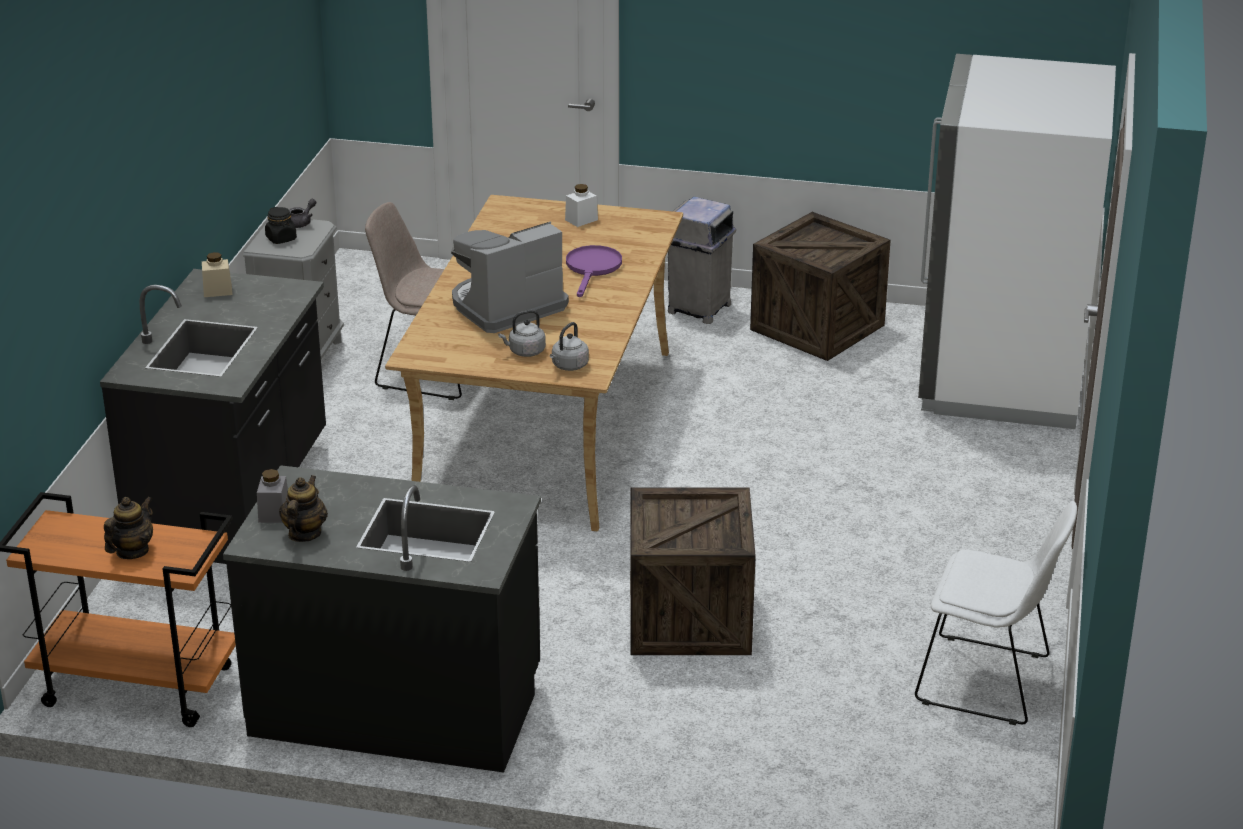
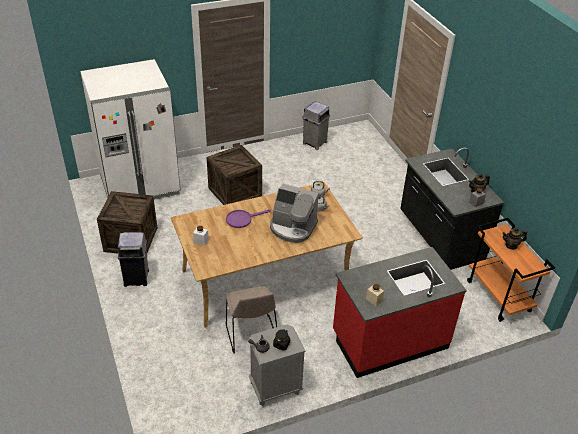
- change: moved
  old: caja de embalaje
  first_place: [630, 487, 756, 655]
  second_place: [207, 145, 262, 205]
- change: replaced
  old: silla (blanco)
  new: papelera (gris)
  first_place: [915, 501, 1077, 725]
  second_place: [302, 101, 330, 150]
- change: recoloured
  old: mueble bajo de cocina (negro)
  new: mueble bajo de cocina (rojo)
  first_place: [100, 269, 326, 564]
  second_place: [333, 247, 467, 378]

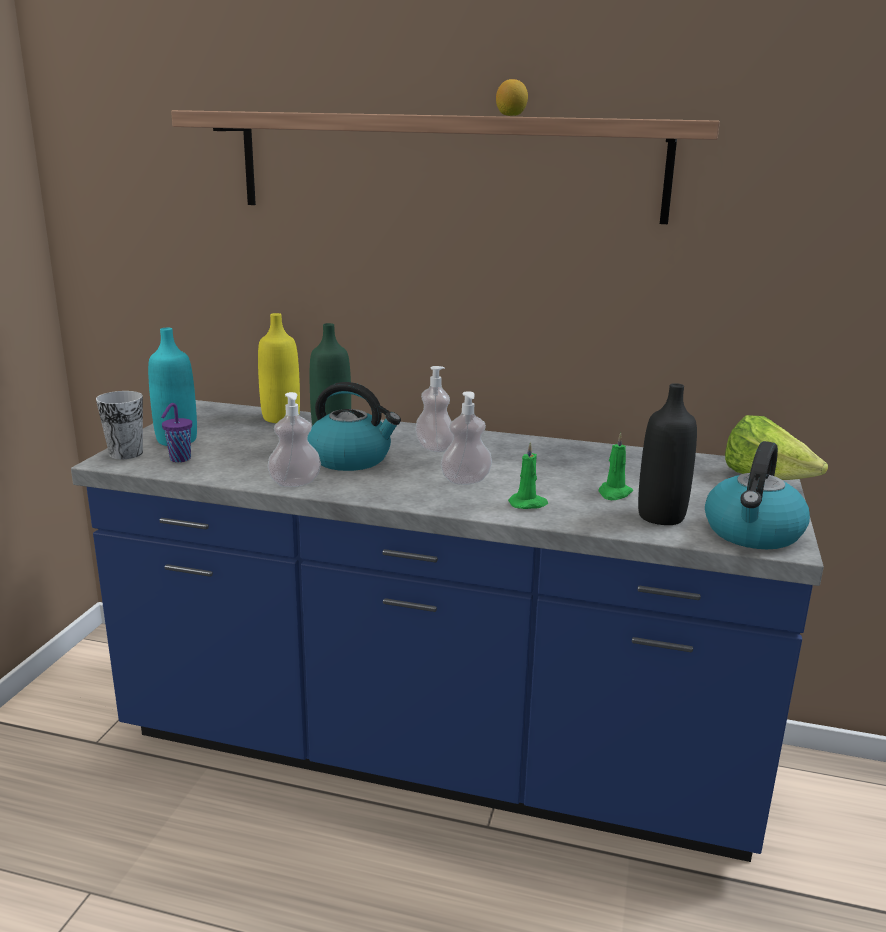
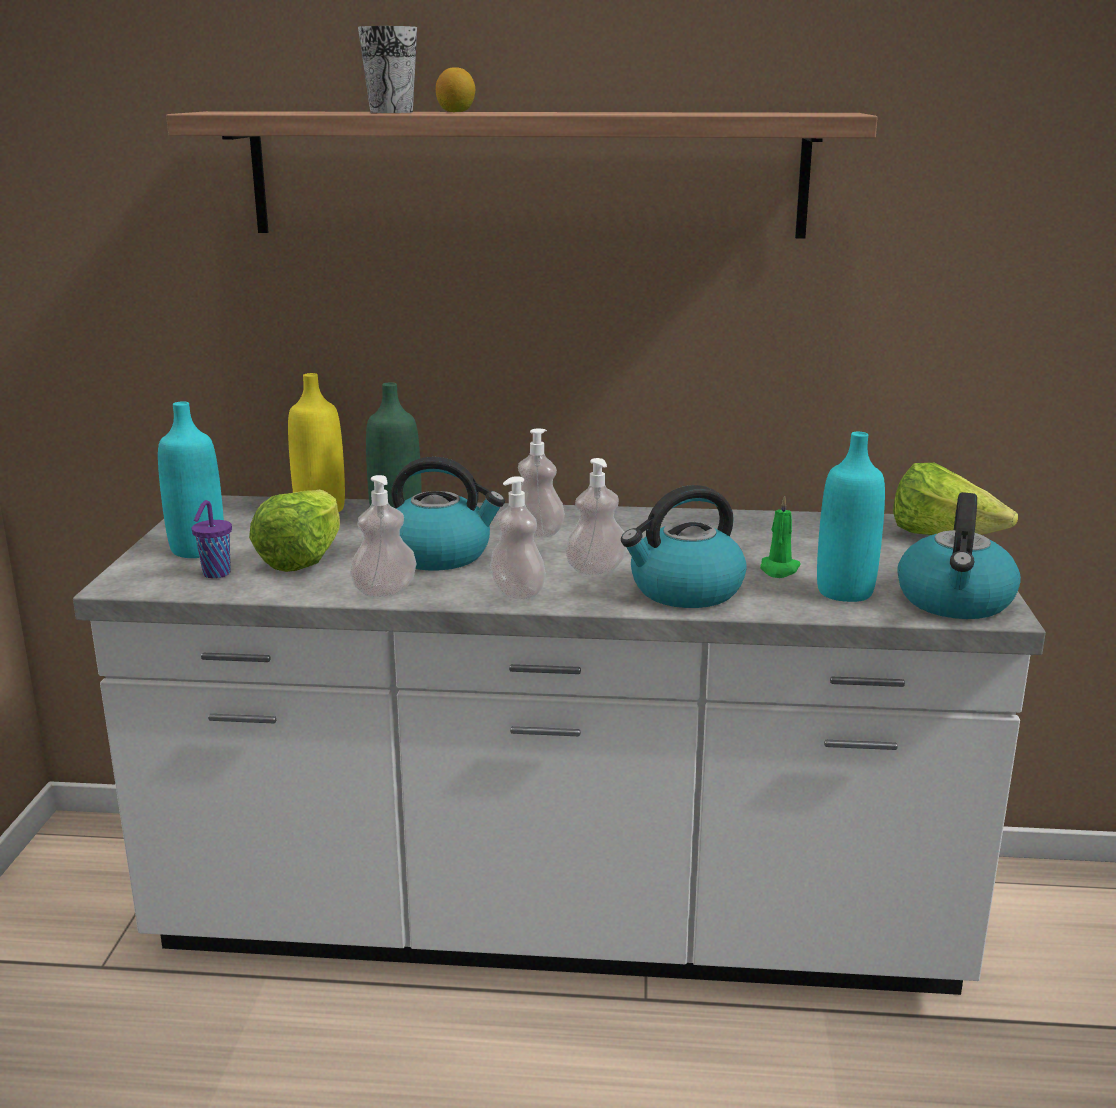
- change: recoloured
  old: mueble bajo de cocina (azul)
  new: mueble bajo de cocina (blanco)
  first_place: [71, 400, 824, 862]
  second_place: [73, 495, 1046, 995]
- change: added
  new: lechuga
  second_place: [249, 489, 340, 572]
- change: moved
  old: taza
  first_place: [96, 391, 143, 459]
  second_place: [358, 26, 417, 113]
- change: moved
  old: limón
  first_place: [496, 79, 528, 116]
  second_place: [436, 67, 475, 112]
- change: added
  new: dispensador de jabón
  second_place: [490, 476, 546, 599]
- change: replaced
  old: vela (verde)
  new: hervidor
  first_place: [508, 442, 548, 509]
  second_place: [621, 485, 747, 608]
- change: recoloured
  old: botella (negro)
  new: botella (turquesa)
  first_place: [638, 383, 697, 525]
  second_place: [817, 432, 885, 602]

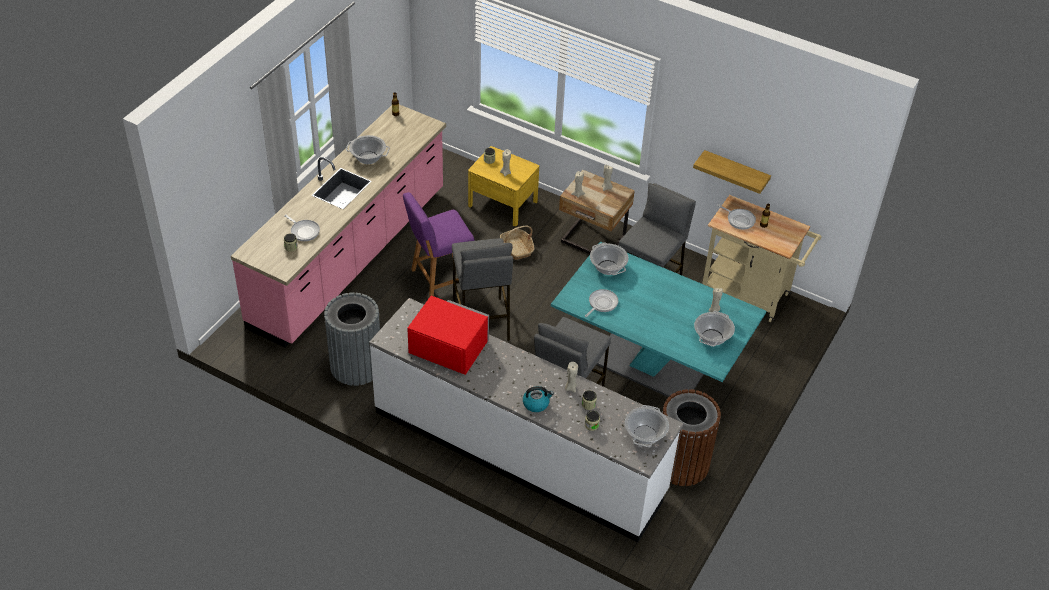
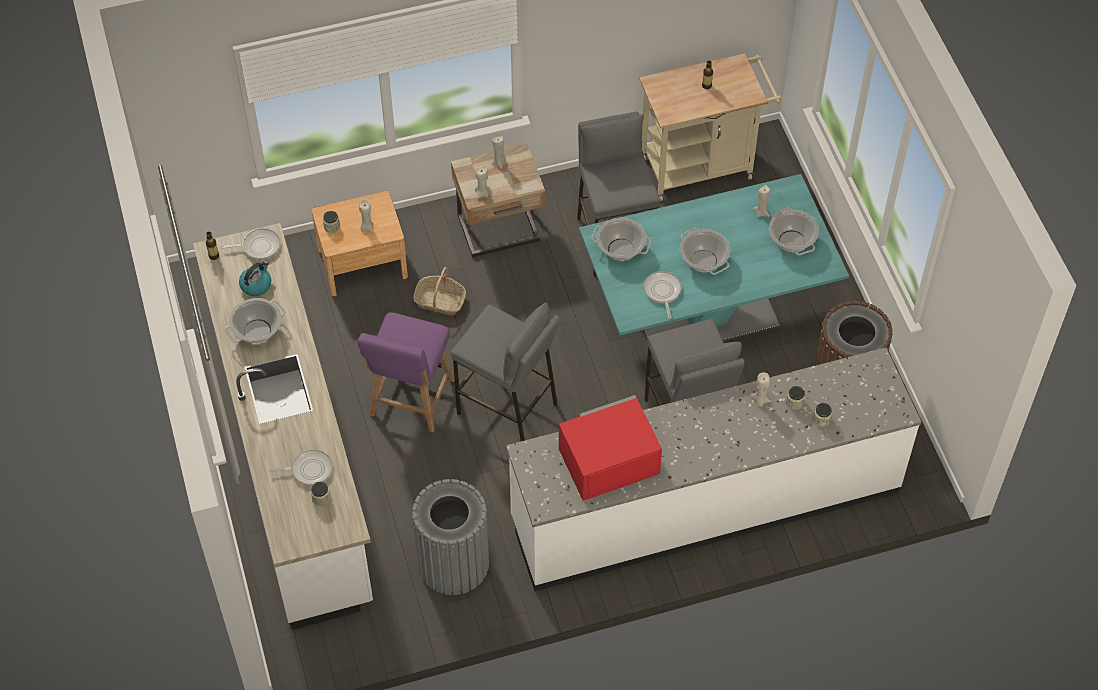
- change: recoloured
  old: mueble bajo de cocina (rosa)
  new: mueble bajo de cocina (blanco)
  first_place: [231, 105, 446, 348]
  second_place: [193, 223, 373, 630]
- change: moved
  old: sartén
  first_place: [717, 204, 756, 230]
  second_place: [221, 228, 280, 260]
- change: moved
  old: hervidor
  first_place: [523, 386, 554, 412]
  second_place: [239, 261, 271, 296]
- change: recoloured
  old: mesita de noche (amarillo)
  new: mesita de noche (marrón)
  first_place: [468, 146, 539, 226]
  second_place: [312, 191, 408, 296]
- change: moved
  old: olla
  first_place: [625, 405, 669, 447]
  second_place: [680, 228, 731, 275]
- change: removed
  old: estante
  first_place: [693, 150, 771, 194]

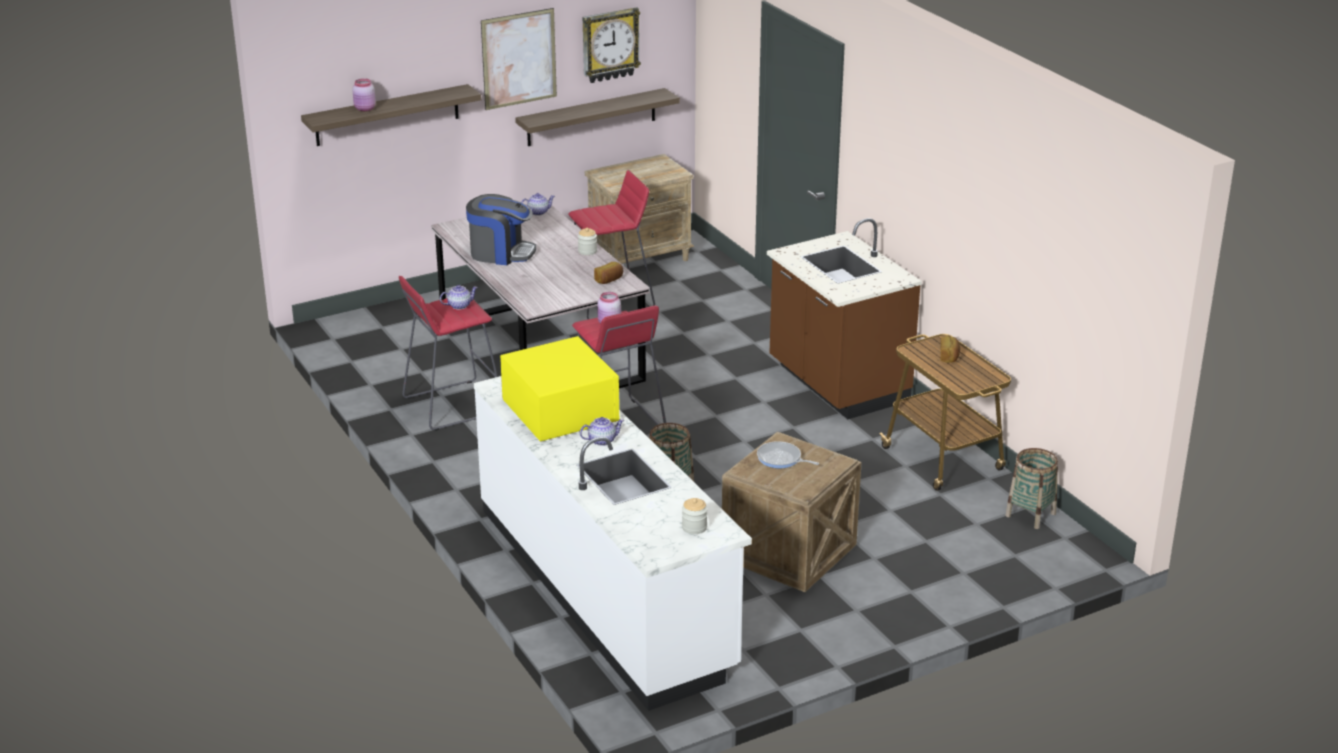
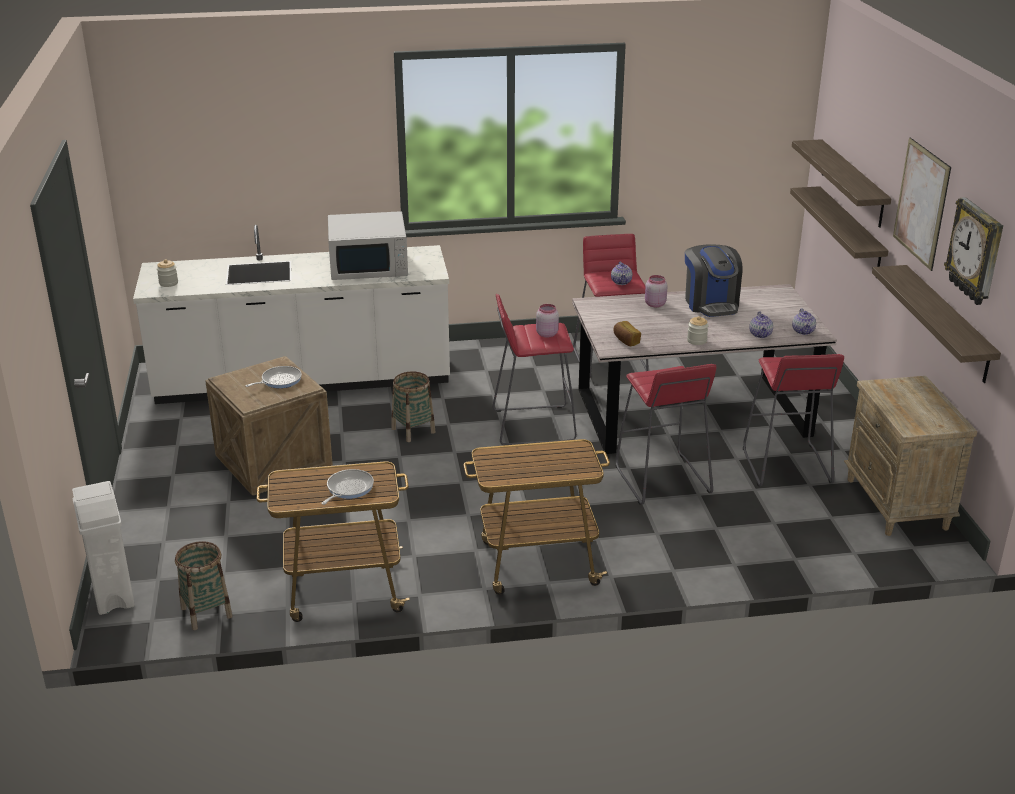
- change: added
  new: papelera (blanco)
  second_place: [72, 481, 135, 615]
- change: replaced
  old: pan
  new: sartén
  first_place: [941, 336, 960, 363]
  second_place: [321, 469, 374, 505]
- change: recoloured
  old: microondas (amarillo)
  new: microondas (blanco)
  first_place: [500, 336, 619, 442]
  second_place: [328, 211, 408, 280]
- change: replaced
  old: mueble bajo de cocina (marrón)
  new: carrito
  first_place: [767, 218, 922, 419]
  second_place: [463, 439, 610, 595]
- change: added
  new: taburete (rojo)
  second_place: [615, 364, 716, 505]
- change: moved
  old: tarro (rosa)
  first_place: [352, 78, 376, 111]
  second_place: [645, 275, 668, 308]
- change: turned
  old: cafetera
  first_place: [466, 194, 536, 265]
  second_place: [685, 244, 743, 317]
  degrees: -45
- change: moved
  old: tetera
  first_place: [580, 417, 624, 446]
  second_place: [749, 312, 773, 338]
- change: added
  new: estante
  second_place: [790, 186, 889, 267]

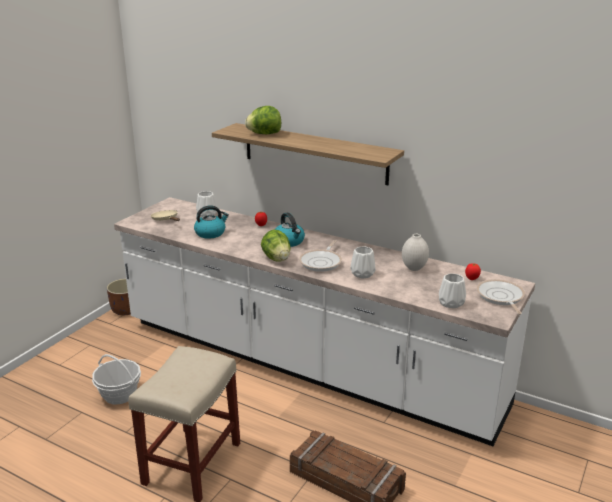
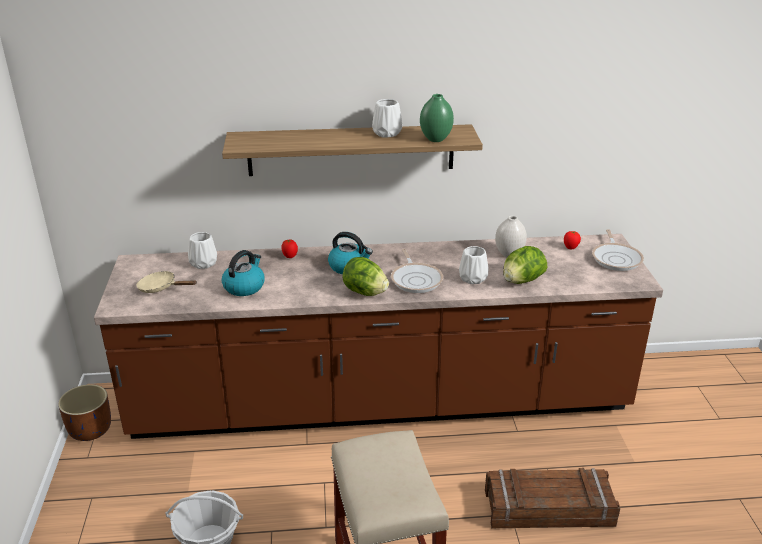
- change: recoloured
  old: mueble bajo de cocina (blanco)
  new: mueble bajo de cocina (marrón)
  first_place: [114, 197, 535, 446]
  second_place: [94, 234, 663, 439]
- change: moved
  old: florero (blanco)
  first_place: [439, 273, 466, 308]
  second_place: [372, 99, 402, 138]
- change: added
  new: florero (verde)
  second_place: [420, 94, 454, 142]
- change: moved
  old: lechuga
  first_place: [245, 106, 281, 134]
  second_place: [503, 246, 547, 284]
- change: turned
  old: sartén
  first_place: [477, 279, 525, 314]
  second_place: [592, 229, 644, 271]
  degrees: -135

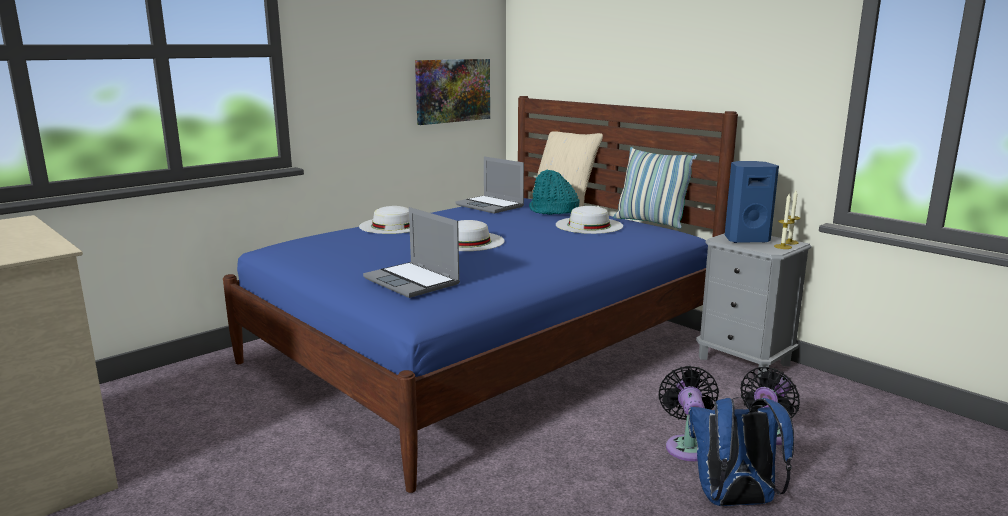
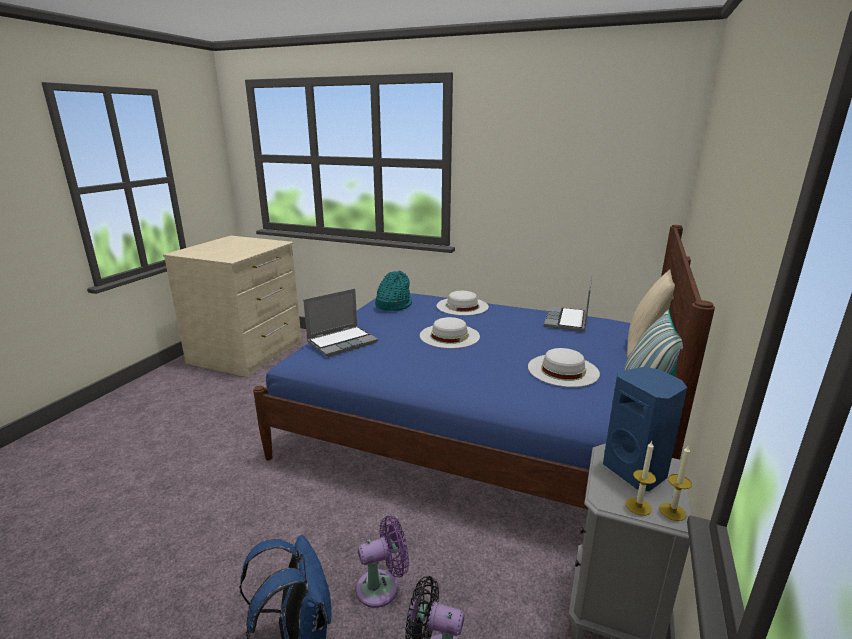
- change: turned
  old: portátil
  first_place: [363, 207, 460, 298]
  second_place: [303, 289, 378, 357]
  degrees: -150
- change: recoloured
  old: ventilador (negro)
  new: ventilador (morado)
  first_place: [658, 366, 719, 461]
  second_place: [356, 516, 409, 608]
- change: moved
  old: sombrero (turquesa)
  first_place: [529, 170, 580, 215]
  second_place: [375, 271, 412, 311]
- change: removed
  old: cuadro
  first_place: [415, 59, 490, 125]

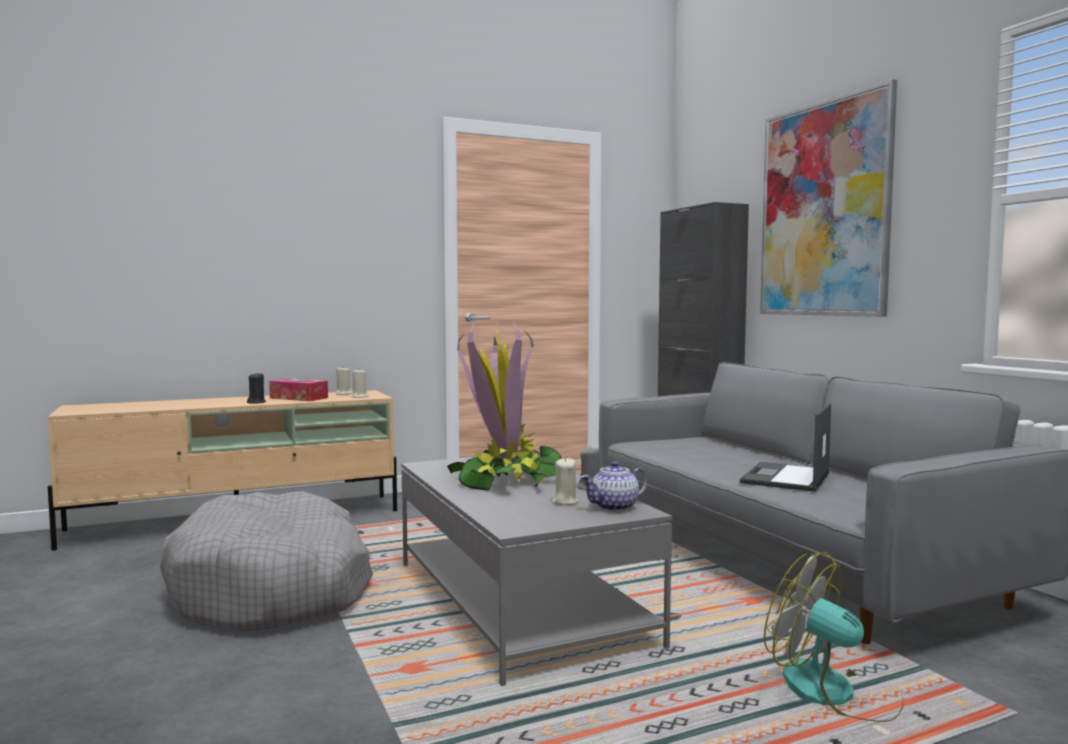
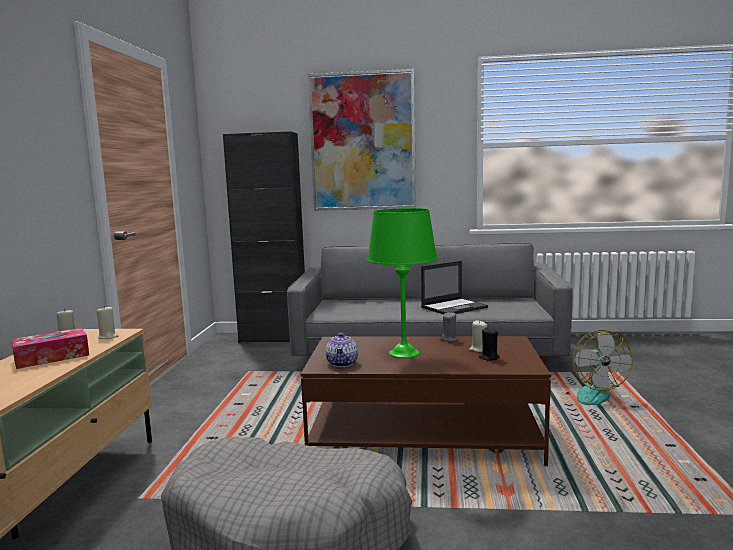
- change: recoloured
  old: mesa de centro (gris)
  new: mesa de centro (marrón)
  first_place: [401, 453, 672, 686]
  second_place: [301, 336, 551, 466]
- change: moved
  old: tetera
  first_place: [581, 461, 648, 512]
  second_place: [326, 333, 358, 367]
- change: replaced
  old: planta en maceta
  new: lámpara de mesa (verde)
  first_place: [447, 321, 567, 490]
  second_place: [367, 208, 437, 358]
- change: turned
  old: portátil
  first_place: [740, 403, 831, 492]
  second_place: [421, 261, 488, 314]
  degrees: -90
- change: moved
  old: vela (negro)
  first_place: [247, 372, 266, 404]
  second_place: [479, 327, 500, 361]
- change: turned
  old: ventilador
  first_place: [764, 552, 903, 722]
  second_place: [564, 330, 632, 405]
  degrees: -75

